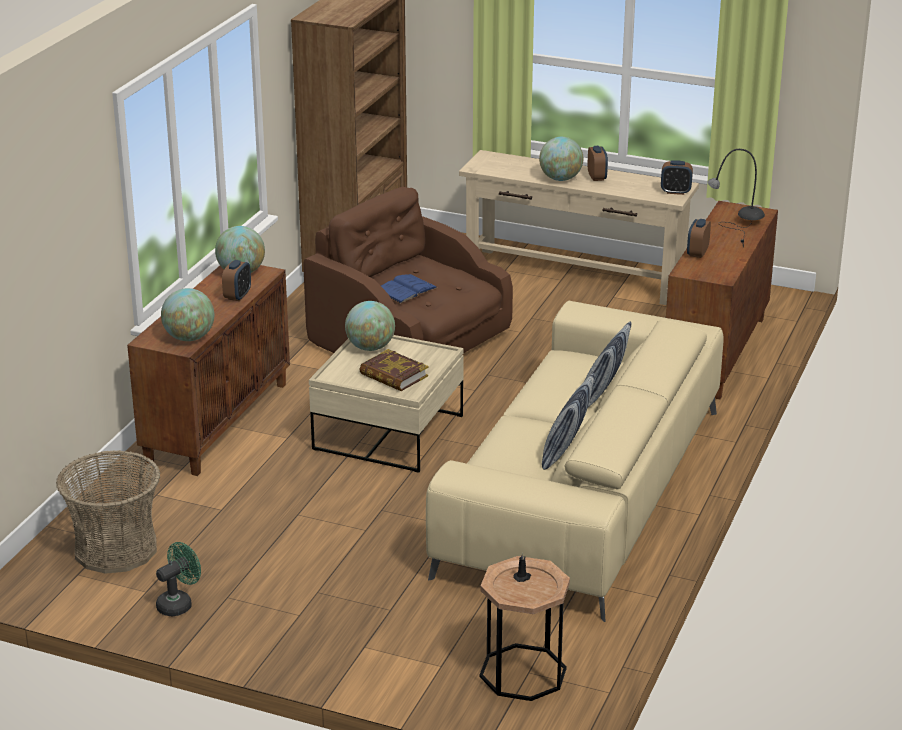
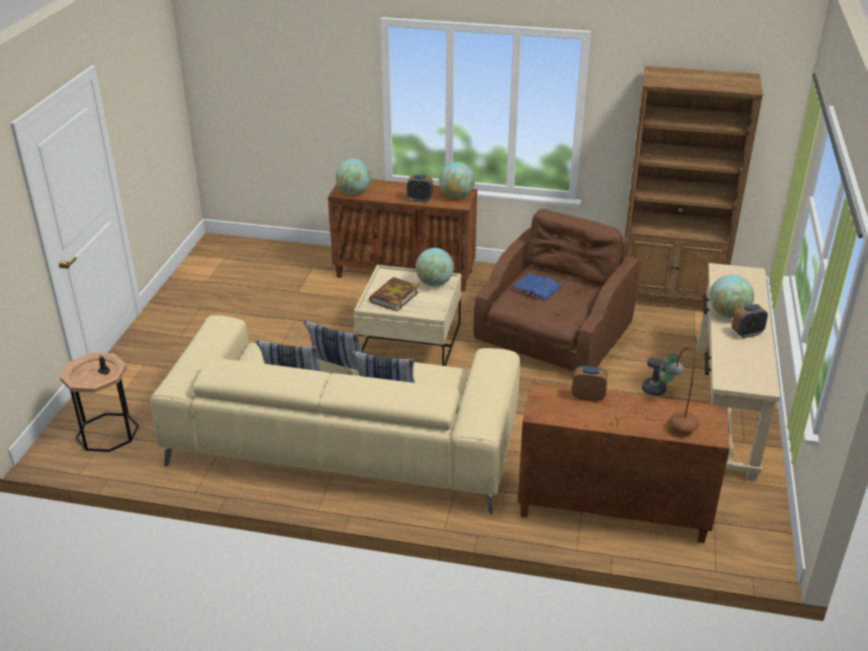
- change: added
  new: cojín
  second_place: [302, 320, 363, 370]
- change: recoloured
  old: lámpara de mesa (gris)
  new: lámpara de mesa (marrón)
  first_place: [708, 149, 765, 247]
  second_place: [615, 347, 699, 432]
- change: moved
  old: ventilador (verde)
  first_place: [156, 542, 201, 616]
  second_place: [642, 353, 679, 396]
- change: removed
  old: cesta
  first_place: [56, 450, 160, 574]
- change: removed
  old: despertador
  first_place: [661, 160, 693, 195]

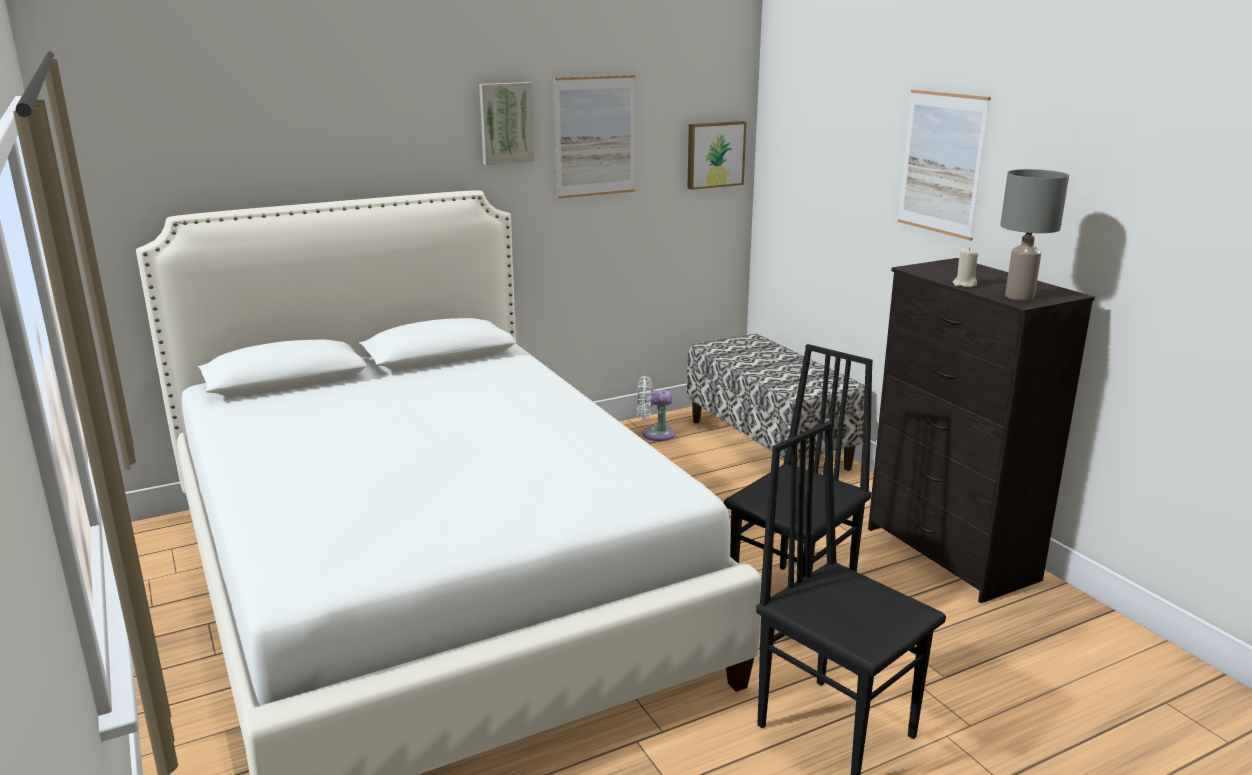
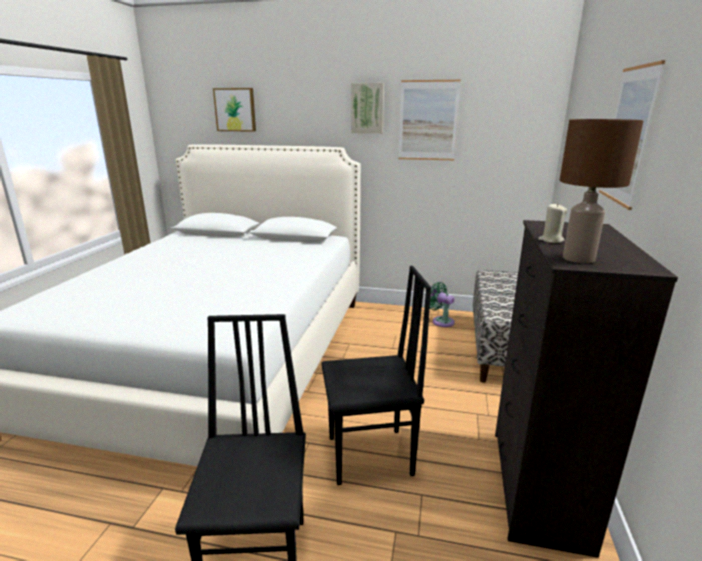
- change: moved
  old: cuadro
  first_place: [687, 121, 746, 190]
  second_place: [213, 88, 256, 132]
- change: recoloured
  old: ventilador (blanco)
  new: ventilador (verde)
  first_place: [637, 376, 675, 441]
  second_place: [430, 282, 455, 327]
- change: recoloured
  old: lámpara de mesa (gris)
  new: lámpara de mesa (marrón)
  first_place: [1000, 169, 1069, 301]
  second_place: [560, 119, 644, 263]

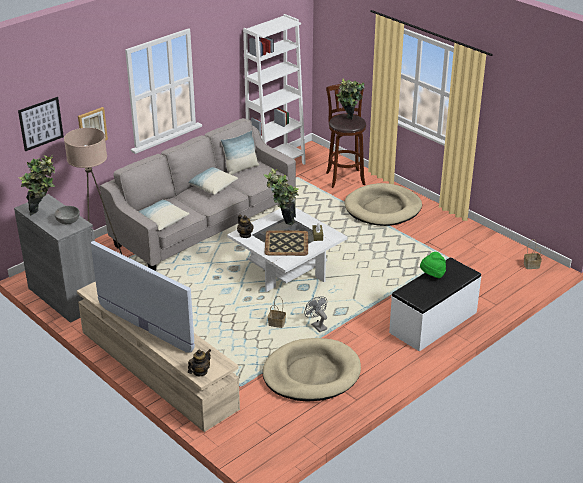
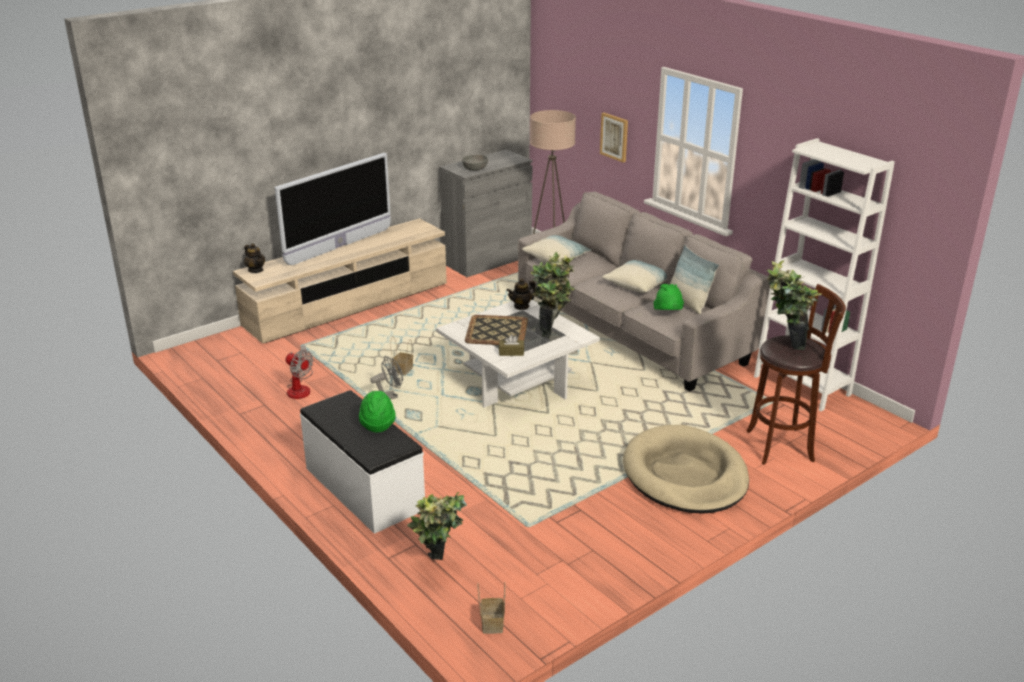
- change: replaced
  old: cama para perro (beis)
  new: ventilador
  first_place: [262, 338, 361, 402]
  second_place: [286, 346, 313, 399]
- change: moved
  old: planta en maceta
  first_place: [18, 155, 55, 215]
  second_place: [407, 492, 467, 560]
- change: added
  new: sombrero (verde)
  second_place: [654, 284, 684, 310]
- change: removed
  old: cuadro
  first_place: [18, 97, 64, 152]

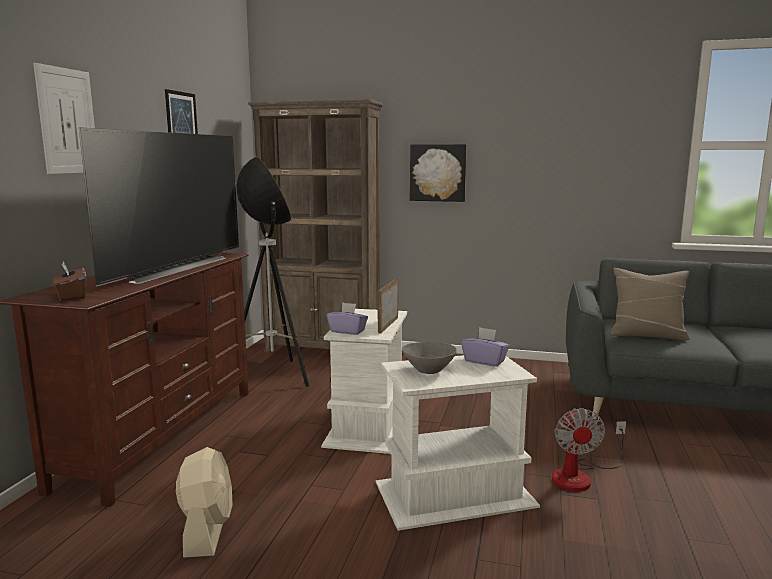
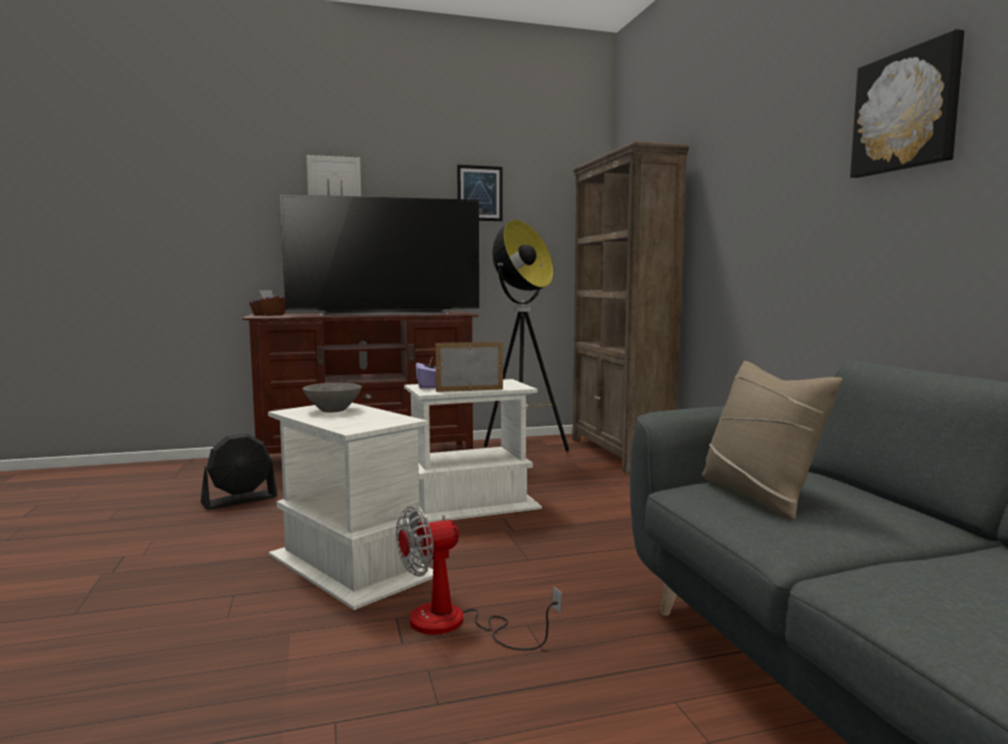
- change: recoloured
  old: ventilador (beis)
  new: ventilador (negro)
  first_place: [176, 447, 233, 558]
  second_place: [201, 433, 277, 510]
- change: moved
  old: cuadro
  first_place: [410, 144, 467, 202]
  second_place: [850, 29, 964, 178]
- change: removed
  old: caja de pañuelos (morado)
  first_place: [461, 327, 509, 367]

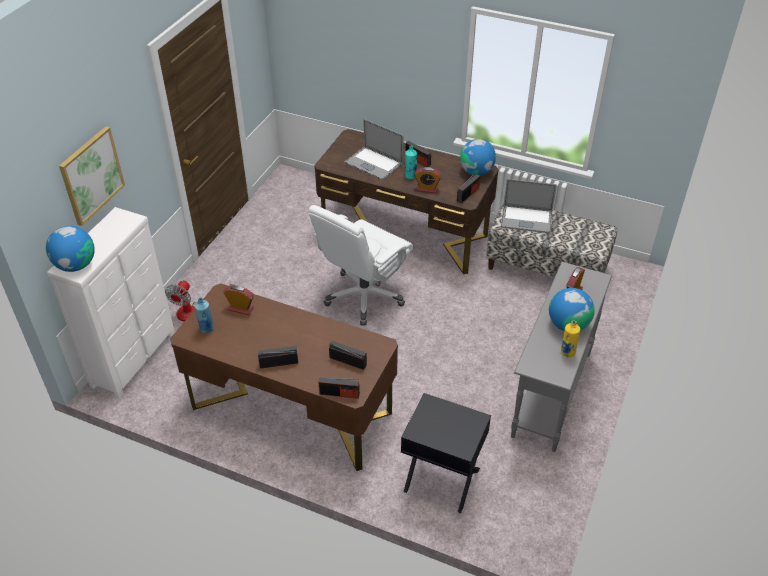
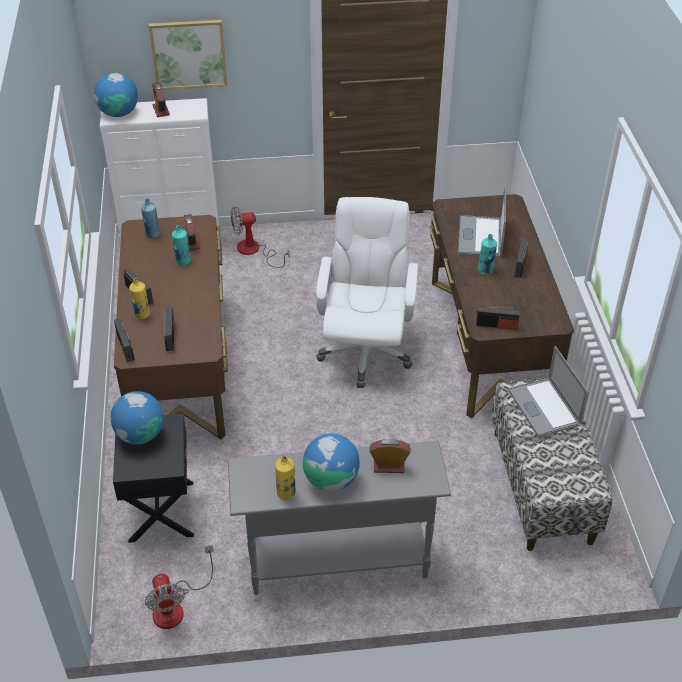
- change: moved
  old: globo terráqueo
  first_place: [460, 139, 496, 176]
  second_place: [110, 391, 164, 445]
- change: added
  new: botella (amarillo)
  second_place: [129, 278, 151, 319]
- change: added
  new: ventilador
  second_place: [145, 545, 213, 629]
- change: moved
  old: despertador
  first_place: [415, 167, 442, 194]
  second_place: [152, 82, 170, 117]
- change: added
  new: botella (turquesa)
  second_place: [172, 225, 191, 266]
- change: turned
  old: silla de oficina (blanco)
  first_place: [309, 205, 413, 326]
  second_place: [316, 197, 418, 388]
  degrees: 90

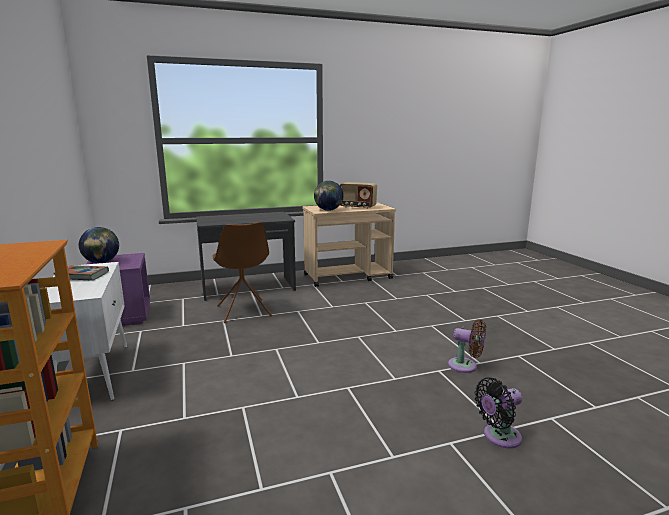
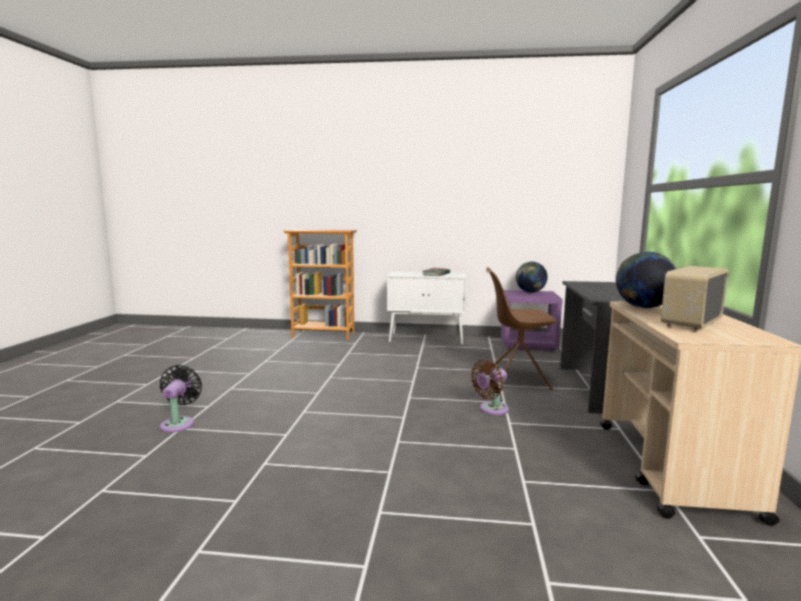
- change: moved
  old: ventilador (marrón)
  first_place: [448, 320, 486, 373]
  second_place: [471, 360, 509, 415]

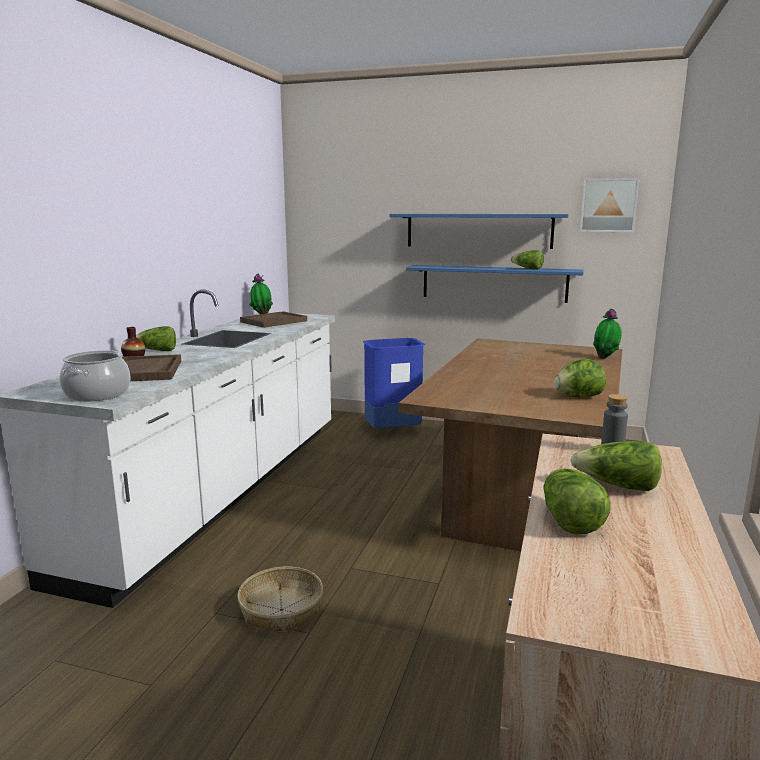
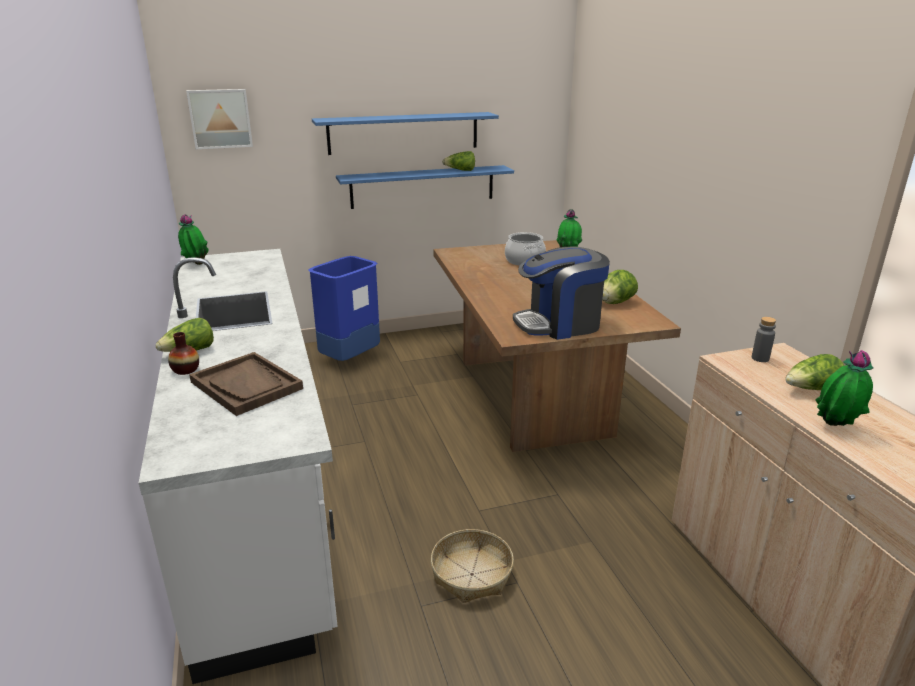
- change: moved
  old: cuadro
  first_place: [580, 178, 640, 232]
  second_place: [186, 89, 253, 149]
- change: moved
  old: olla
  first_place: [60, 350, 131, 401]
  second_place: [505, 232, 546, 266]
- change: added
  new: cafetera
  second_place: [513, 247, 610, 340]
- change: replaced
  old: lechuga
  new: planta en maceta
  first_place: [543, 468, 611, 534]
  second_place: [816, 350, 874, 426]
- change: removed
  old: bandeja (marrón)
  first_place: [240, 311, 307, 328]

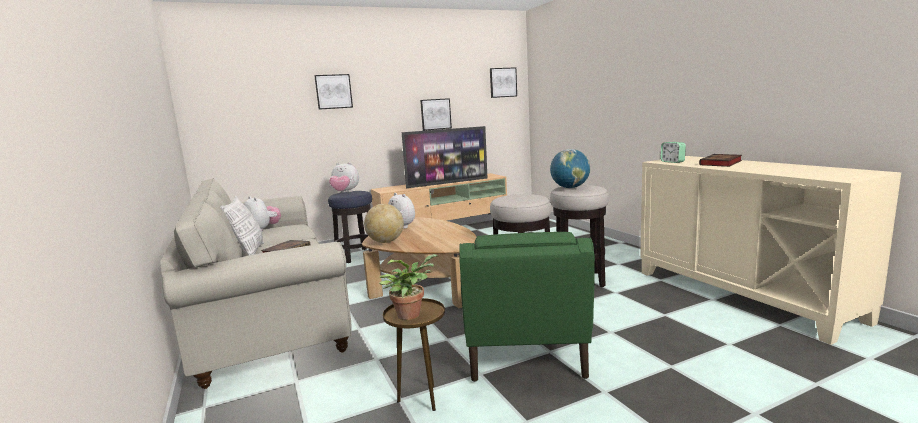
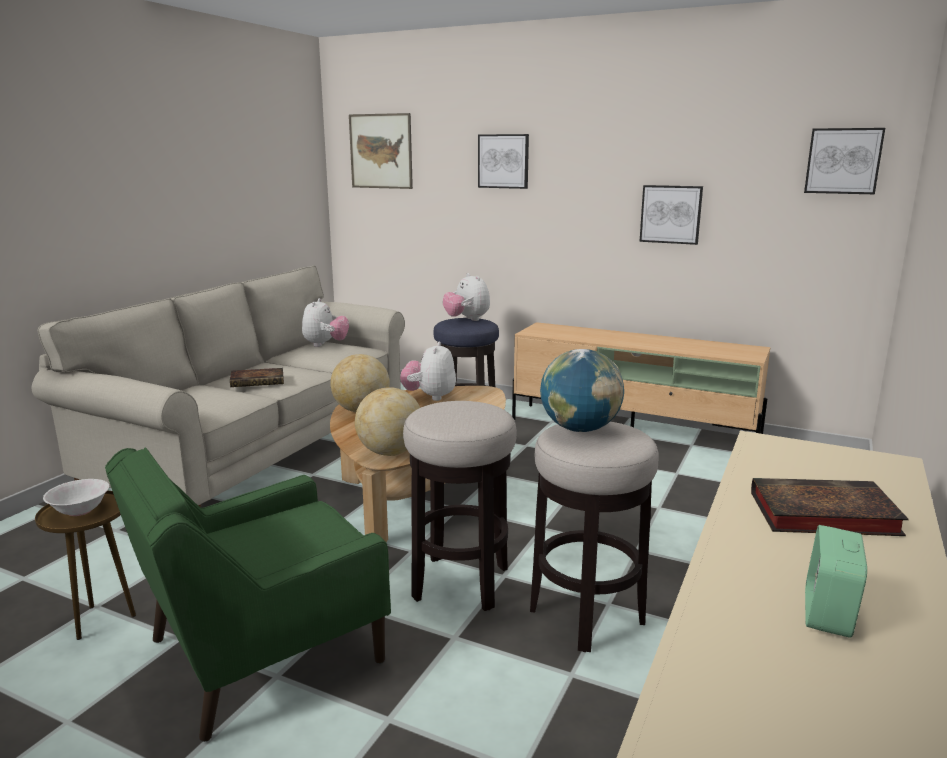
- change: replaced
  old: planta en maceta
  new: cuenco (blanco)
  first_place: [379, 254, 438, 320]
  second_place: [43, 479, 109, 516]
- change: added
  new: cuadro
  second_place: [349, 113, 413, 189]
- change: added
  new: globo terráqueo
  second_place: [355, 387, 420, 456]
- change: moved
  old: despertador
  first_place: [660, 142, 686, 163]
  second_place: [805, 525, 867, 638]
- change: removed
  old: cojín
  first_place: [220, 196, 264, 255]
- change: removed
  old: televisor
  first_place: [402, 126, 488, 188]

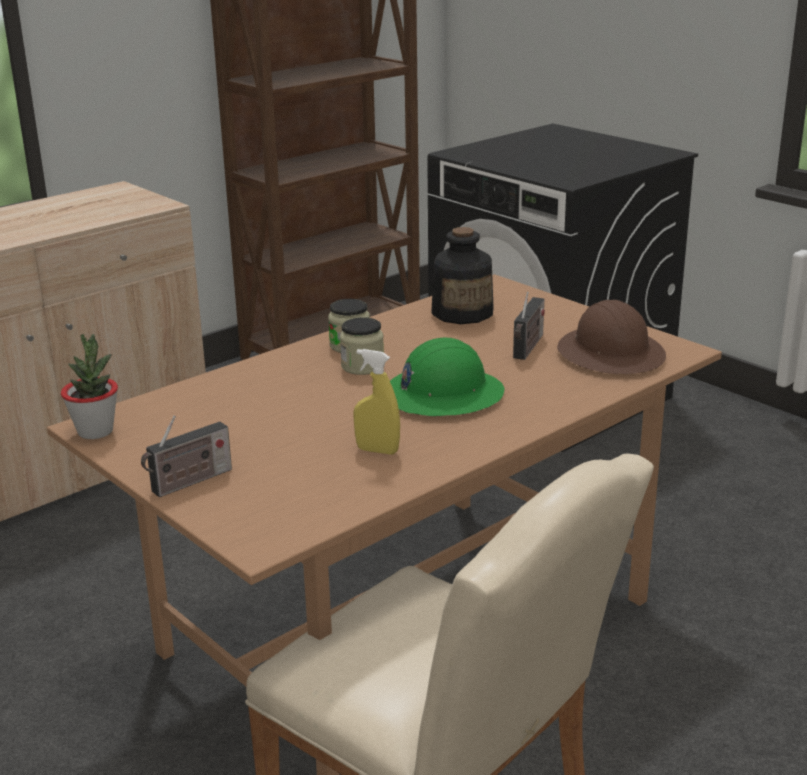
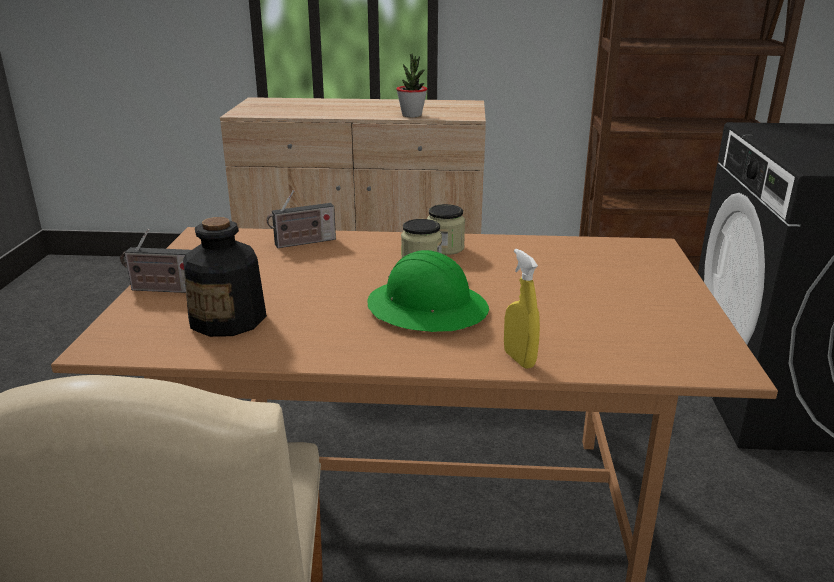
- change: moved
  old: botella
  first_place: [431, 227, 494, 324]
  second_place: [183, 217, 267, 337]
- change: moved
  old: radio
  first_place: [513, 292, 545, 360]
  second_place: [267, 190, 336, 248]
- change: moved
  old: planta en maceta
  first_place: [61, 334, 118, 439]
  second_place: [396, 54, 427, 117]
- change: moved
  old: pulverizador (amarillo)
  first_place: [353, 349, 400, 455]
  second_place: [504, 249, 540, 369]
- change: removed
  old: casco (marrón)
  first_place: [557, 300, 666, 374]

